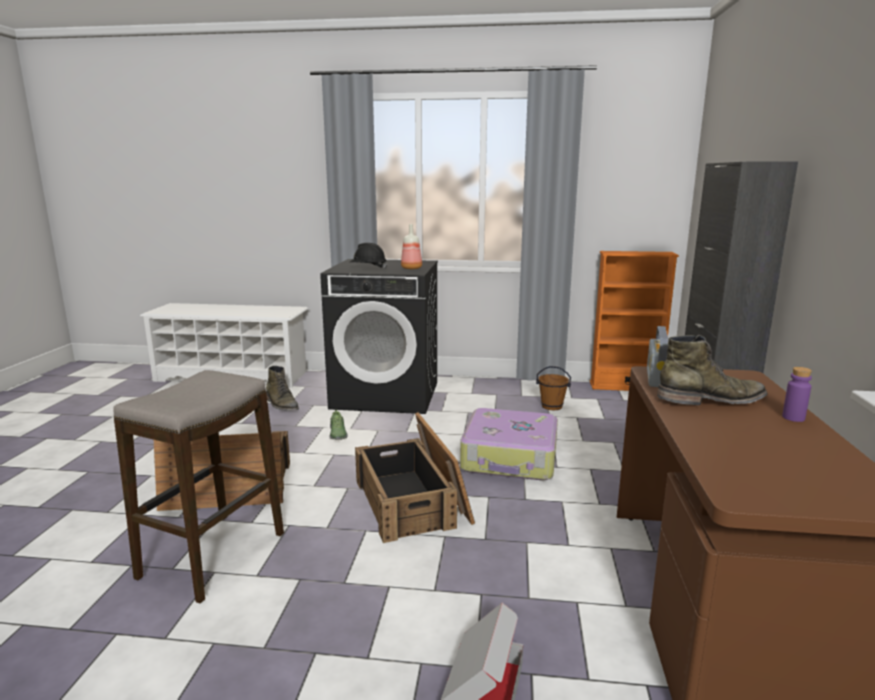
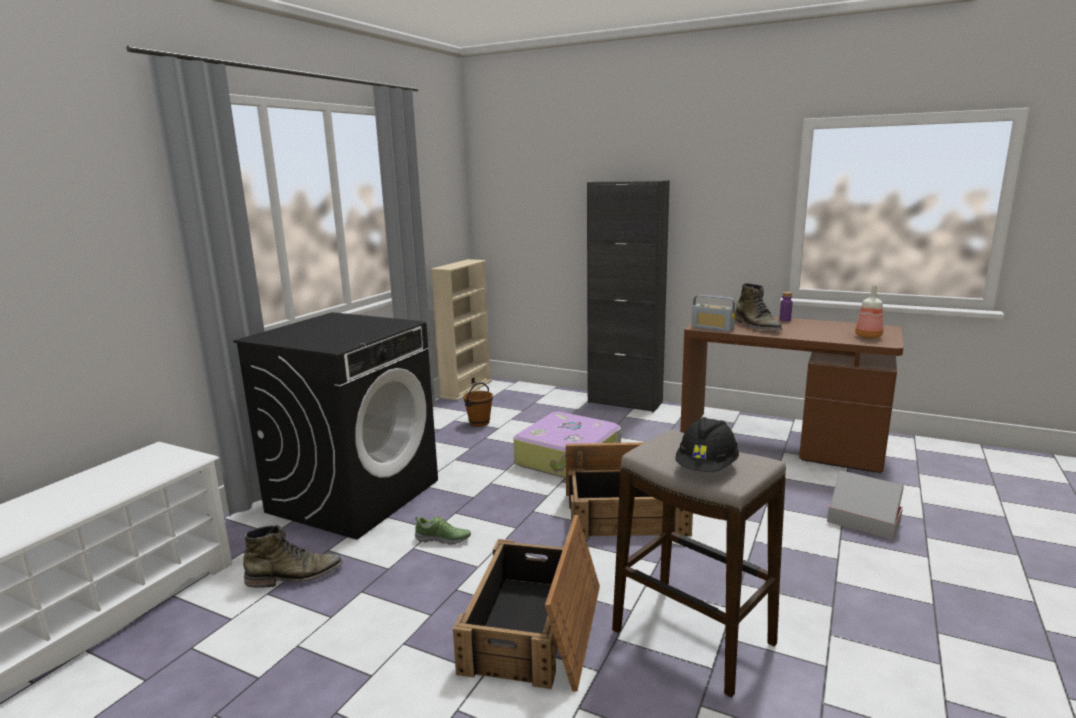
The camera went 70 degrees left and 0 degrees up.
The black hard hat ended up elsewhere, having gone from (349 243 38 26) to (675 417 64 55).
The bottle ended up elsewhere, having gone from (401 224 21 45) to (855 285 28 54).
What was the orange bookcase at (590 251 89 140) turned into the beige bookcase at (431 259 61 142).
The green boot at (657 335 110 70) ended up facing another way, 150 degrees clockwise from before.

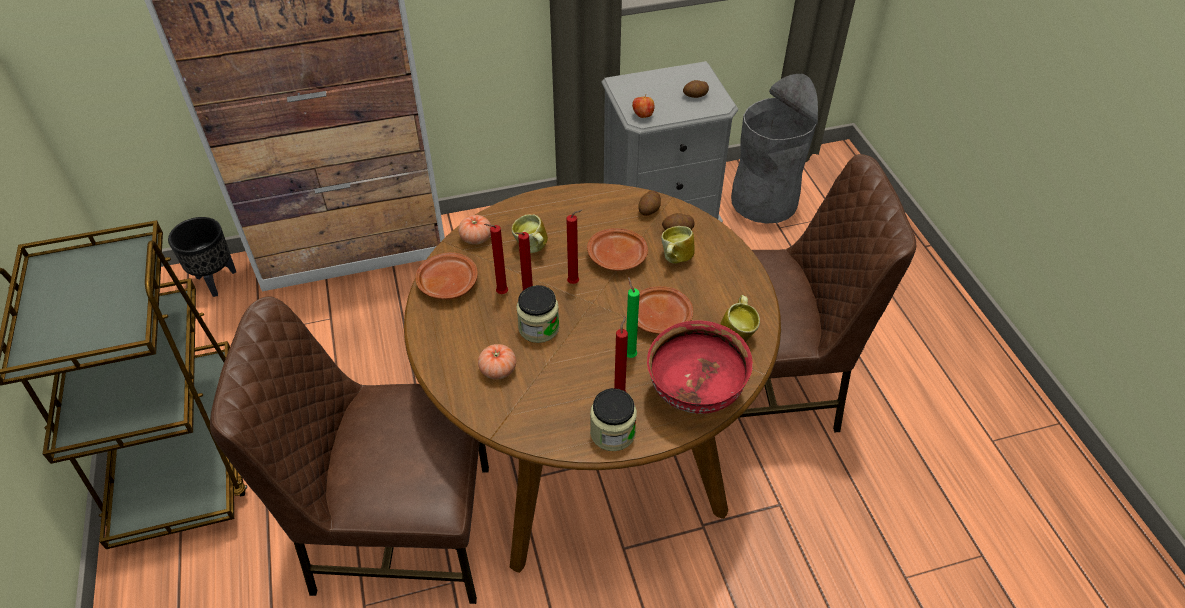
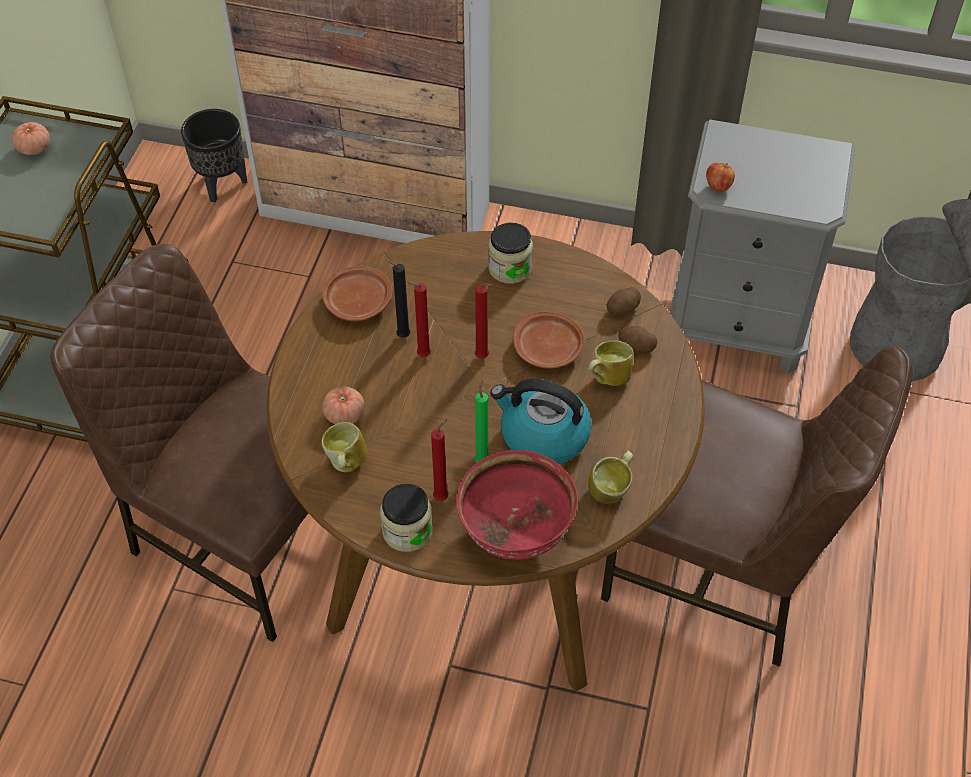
The camera went 30 degrees right and 5 degrees up.
The second view lost the potato at (683 80 26 18).
The tomato ended up elsewhere, having gone from (458 215 33 30) to (12 122 38 33).
The mug ended up elsewhere, having gone from (512 214 36 39) to (321 422 46 50).
The jar ended up elsewhere, having gone from (516 285 43 58) to (488 223 45 61).
Where the brown plate stood at (638 286 55 48), the kettle came to stand at (490 379 101 86).
What was the red candle at (484 224 24 70) turned into the black candle at (385 259 25 79).

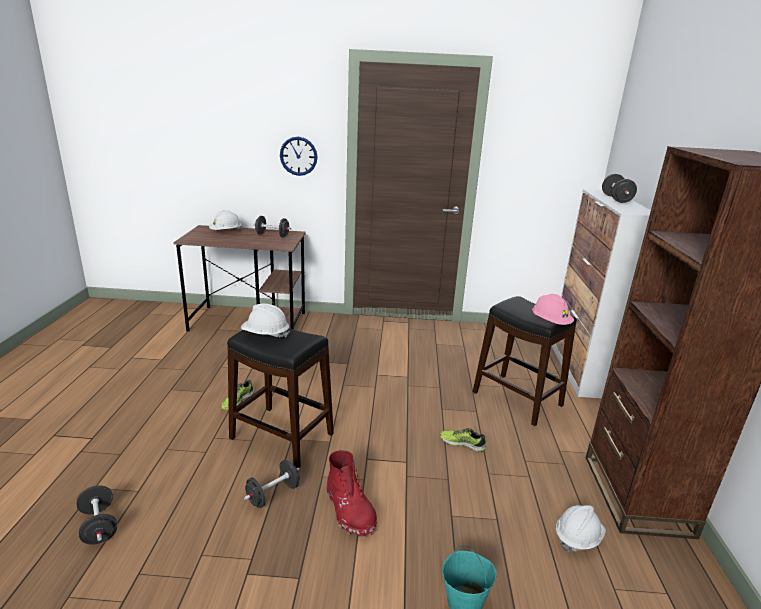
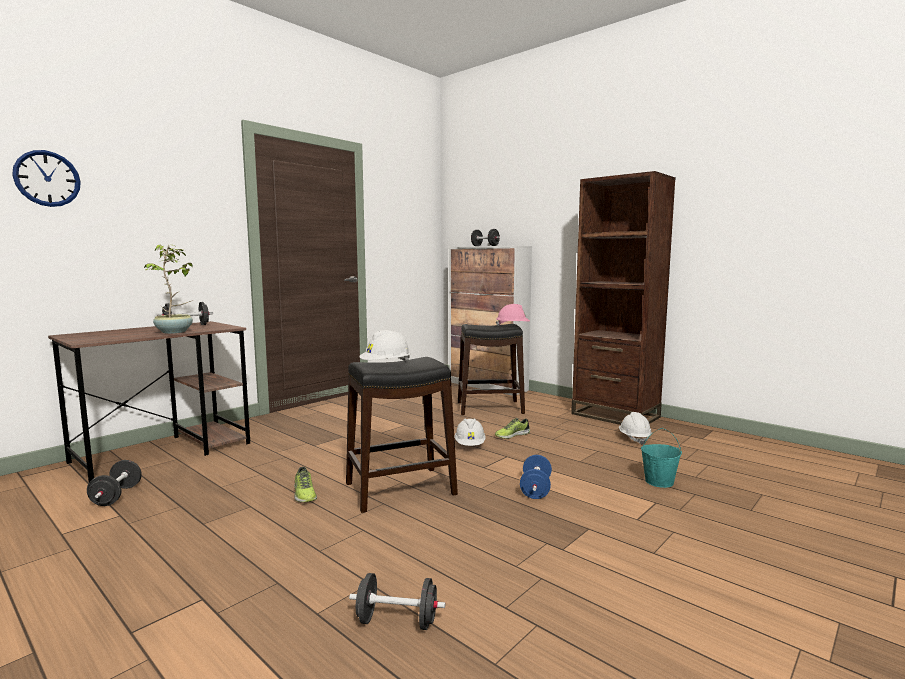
The camera went 50 degrees left and 15 degrees down.
The second view gained the potted plant at (143 245 50 89).
The white hard hat ended up elsewhere, having gone from (209 210 33 20) to (454 418 32 28).
The black dumbbell ended up elsewhere, having gone from (244 460 56 48) to (87 460 55 46).
The wall clock ended up elsewhere, having gone from (280 137 38 39) to (12 150 69 57).
Where the red boot stood at (327 450 50 87), the blue dumbbell came to stand at (520 455 32 44).

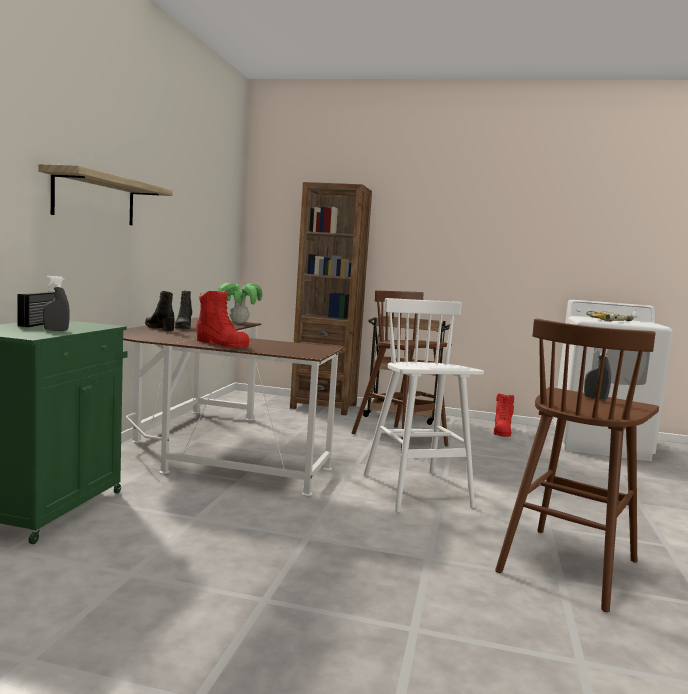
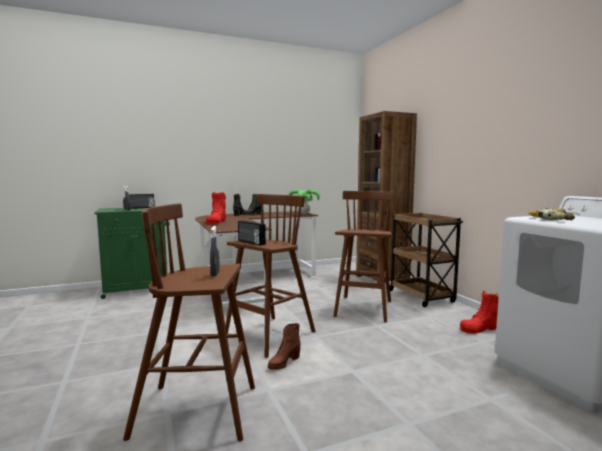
The camera went 55 degrees right and 0 degrees up.
The second view lost the shelf at (39 164 134 61).
The second view gained the radio at (238 221 28 25).
The second view gained the brown boot at (268 323 33 47).
What was the white stool at (363 298 121 214) turned into the brown stool at (225 194 91 164).

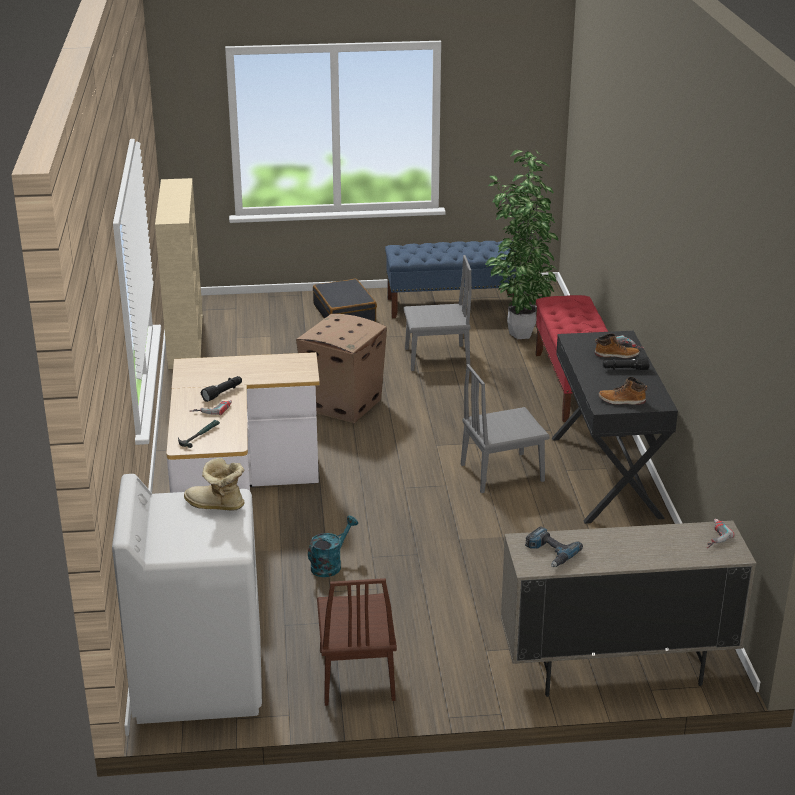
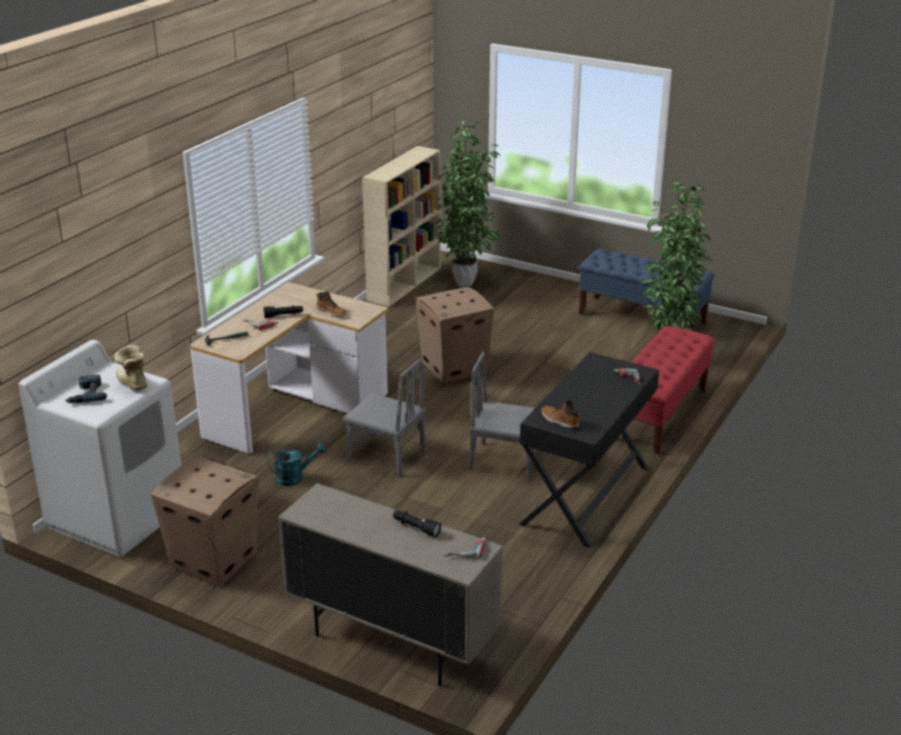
The camera went 35 degrees right and 0 degrees up.
The second view lost the black suitcase at (313 279 64 42).
The second view gained the potted plant at (436 119 65 168).
The grey chair ended up elsewhere, having gone from (404 255 68 116) to (343 358 83 118).
The power drill ended up elsewhere, having gone from (525 527 58 40) to (65 375 42 28).
The boot ended up elsewhere, having gone from (595 333 45 25) to (317 292 30 25).
The black flashlight ended up elsewhere, having gone from (603 357 46 13) to (393 510 48 27).
Where the brown chair stood at (317 578 80 128), the cardboard box came to stand at (151 456 107 131).

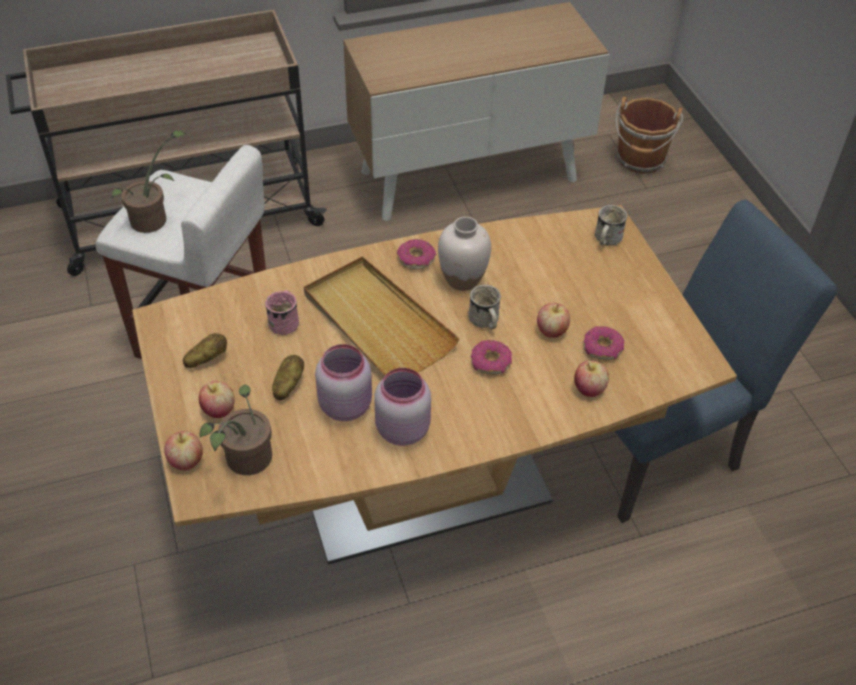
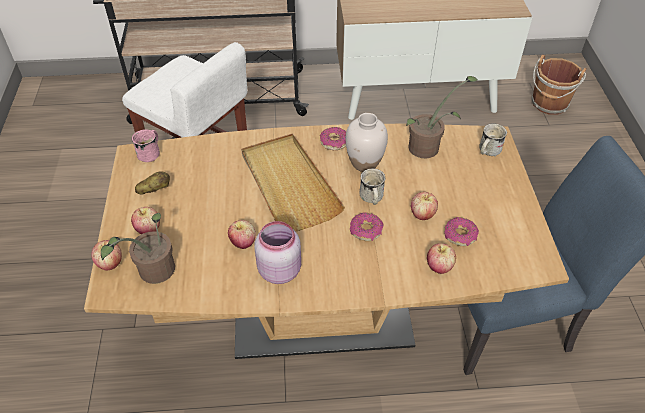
The camera went 15 degrees right and 0 degrees up.
The second view lost the potato at (272 355 32 45).
The potted plant ended up elsewhere, having gone from (112 131 74 102) to (406 76 72 82).
The pink mug ended up elsewhere, having gone from (265 290 34 45) to (132 129 28 33).
Where the pink jar stood at (315 344 57 77), the apple came to stand at (228 220 28 29).

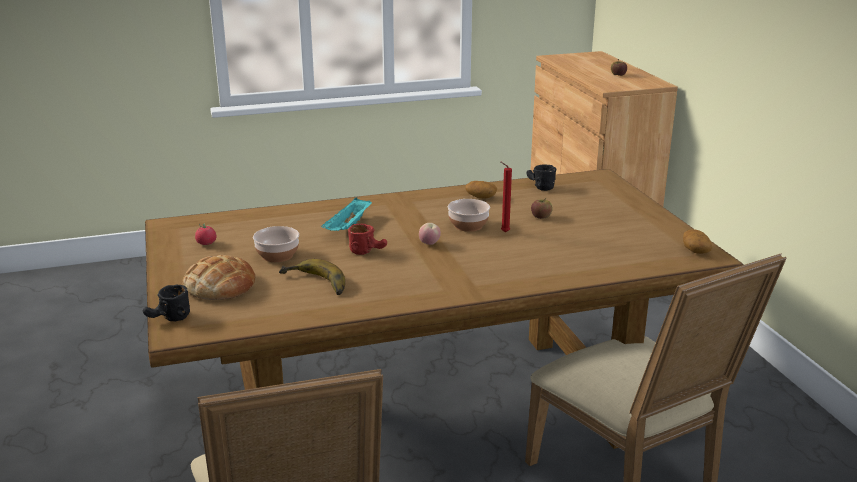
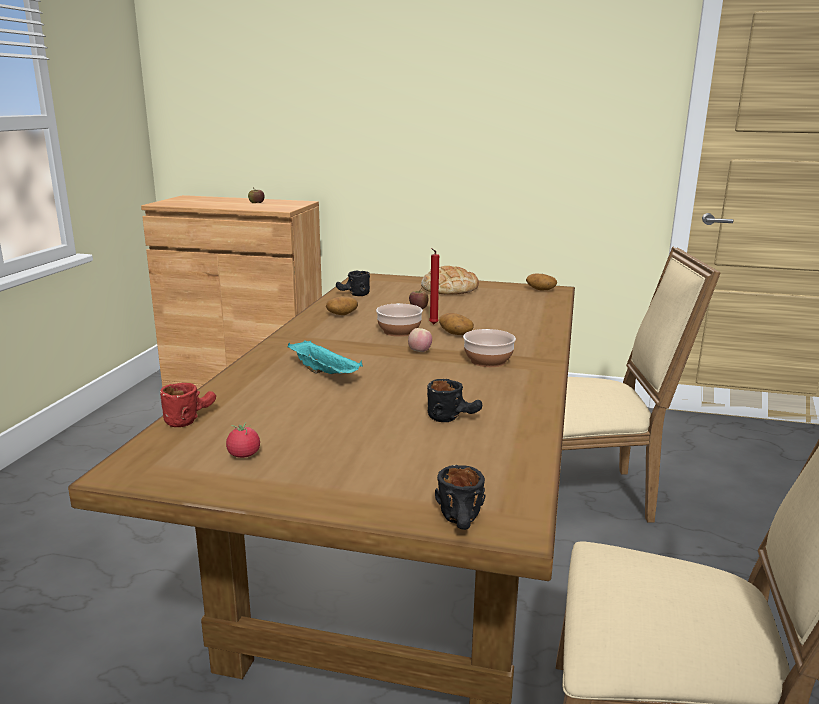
The camera went 60 degrees left and 5 degrees down.
The second view gained the potato at (439 313 35 22).
The bread ended up elsewhere, having gone from (183 255 72 45) to (421 266 58 29).
The bowl ended up elsewhere, having gone from (253 226 46 36) to (463 329 53 38).
The red mug ended up elsewhere, having gone from (348 224 39 31) to (160 383 56 44).
Where the banana stood at (279 259 66 36), the black mug came to stand at (427 379 55 43).

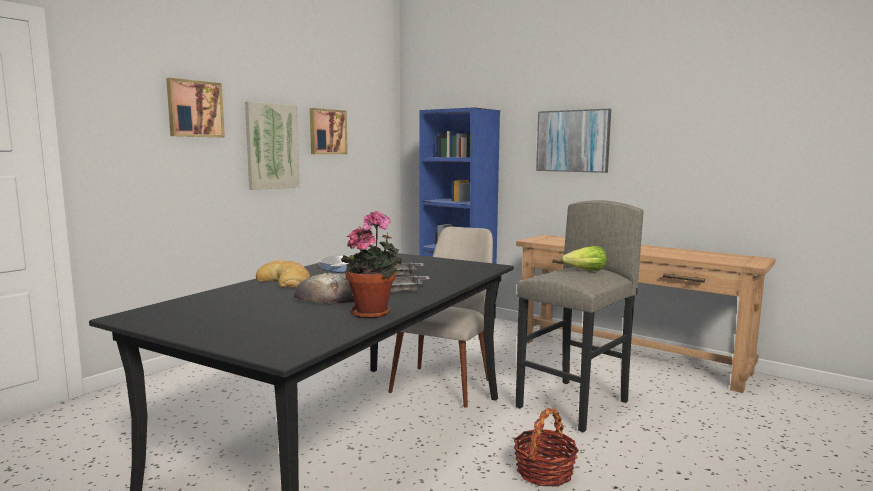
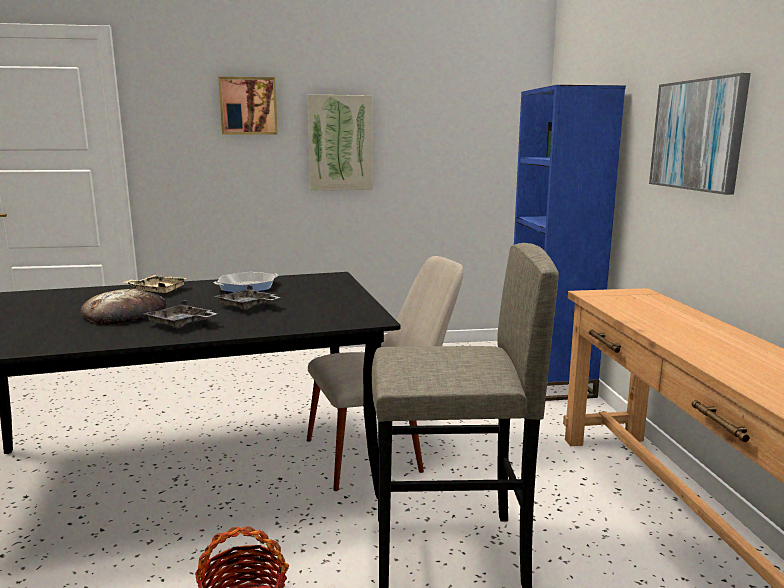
The camera went 45 degrees right and 5 degrees up.
The second view lost the picture at (310 108 38 46).
The second view lost the potted plant at (341 211 62 107).
The second view lost the lettuce at (561 246 46 25).
Where the bread stood at (256 260 54 28), the beige tray came to stand at (123 275 65 18).

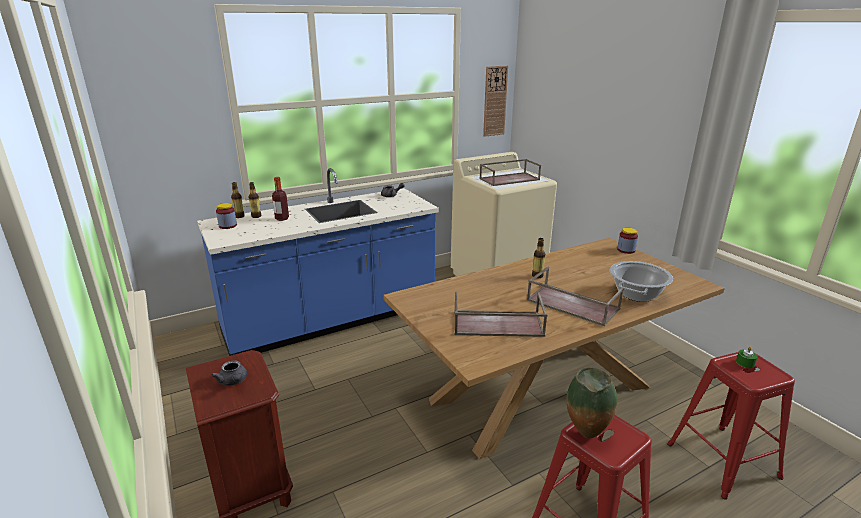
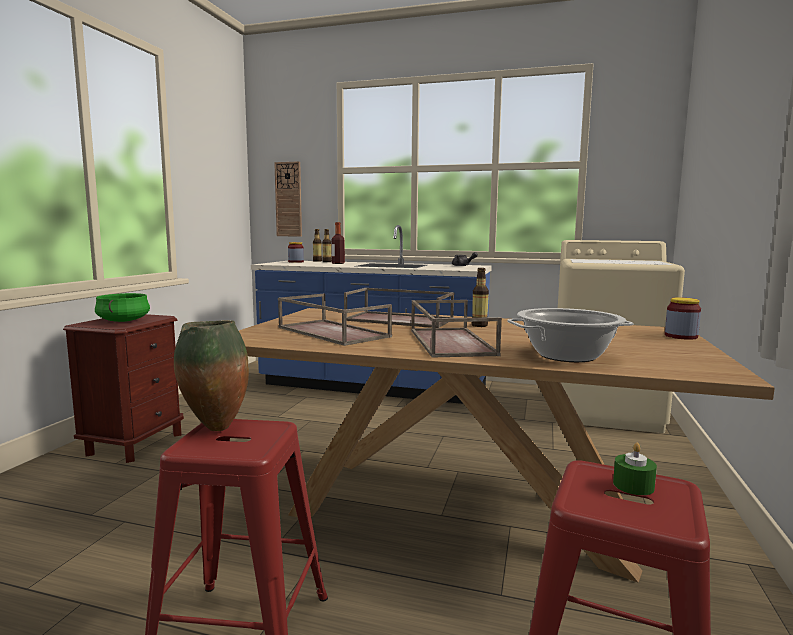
The camera went 45 degrees right and 15 degrees down.
The brown tray ended up elsewhere, having gone from (479 159 62 27) to (344 288 110 40).
The wall clock ended up elsewhere, having gone from (483 66 25 71) to (274 161 28 76).
Where the grey teapot stood at (211 360 36 26), the green cooking pot came to stand at (95 293 55 29).

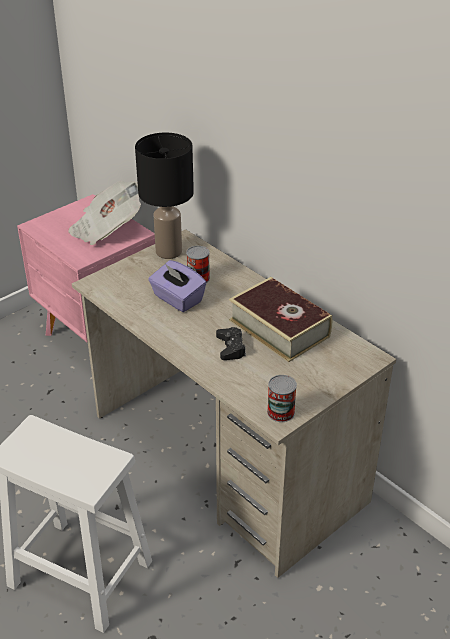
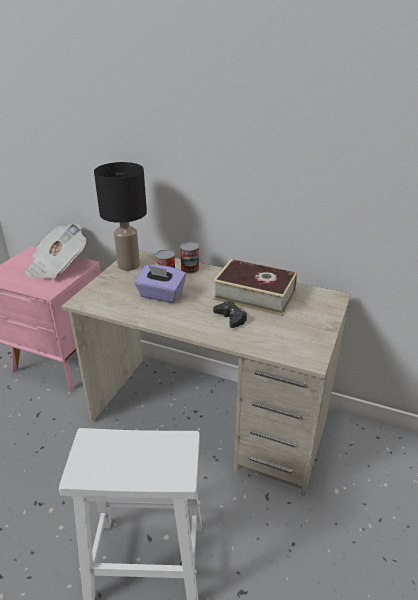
The camera went 25 degrees left and 5 degrees down.
The can ended up elsewhere, having gone from (267 375 30 47) to (180 242 19 32).

